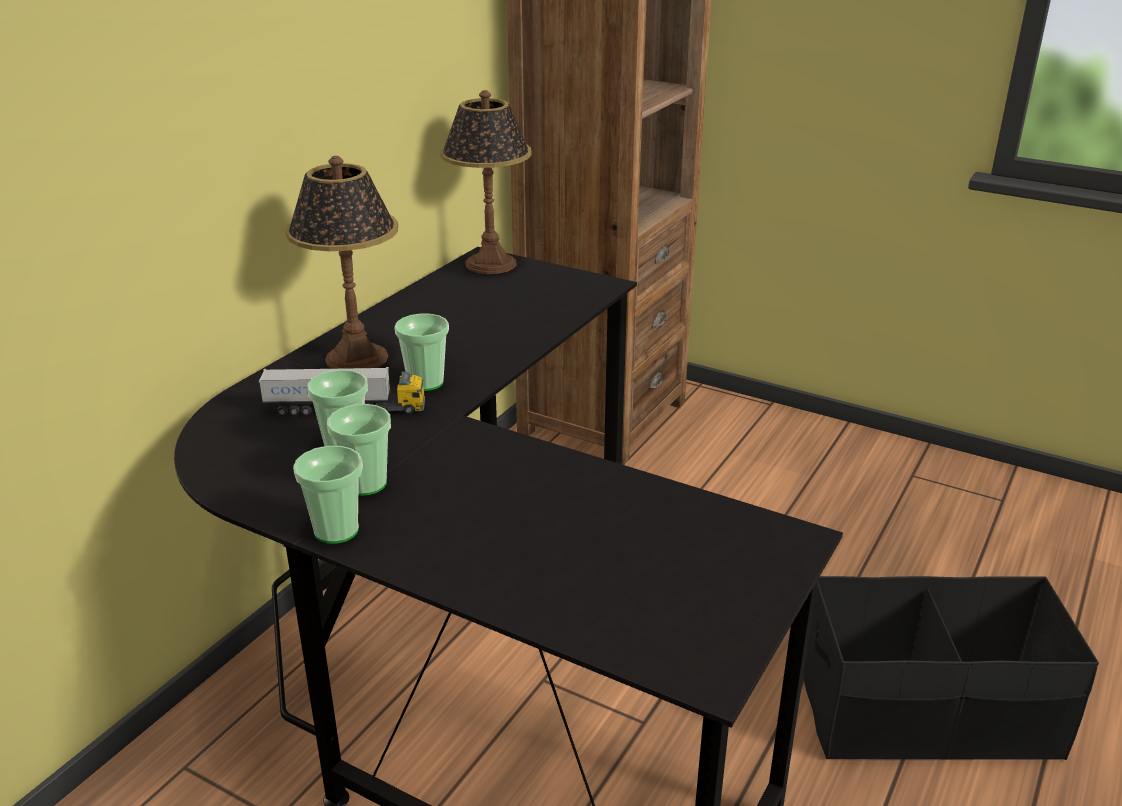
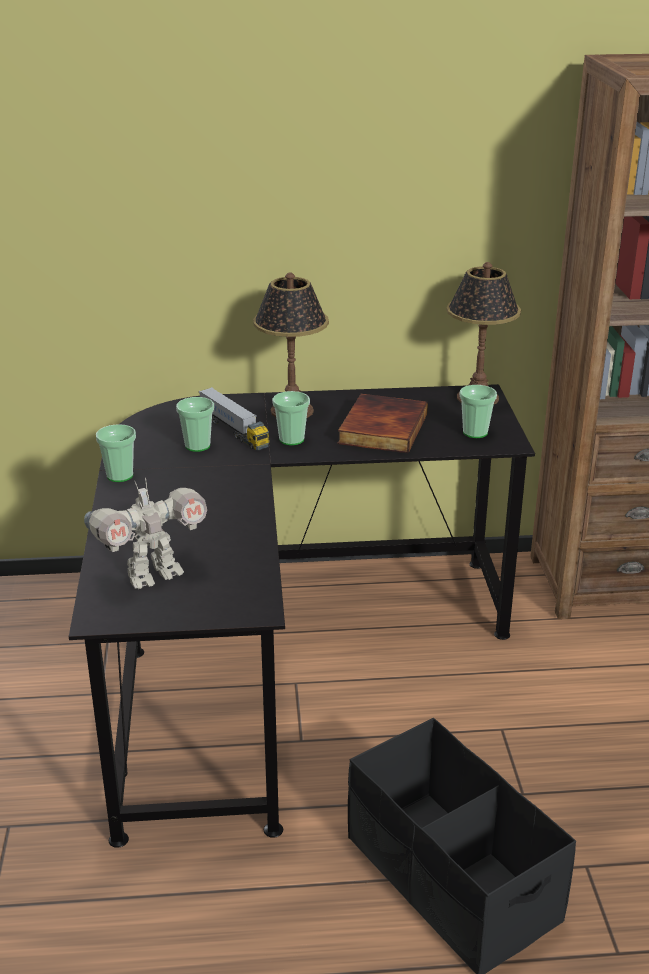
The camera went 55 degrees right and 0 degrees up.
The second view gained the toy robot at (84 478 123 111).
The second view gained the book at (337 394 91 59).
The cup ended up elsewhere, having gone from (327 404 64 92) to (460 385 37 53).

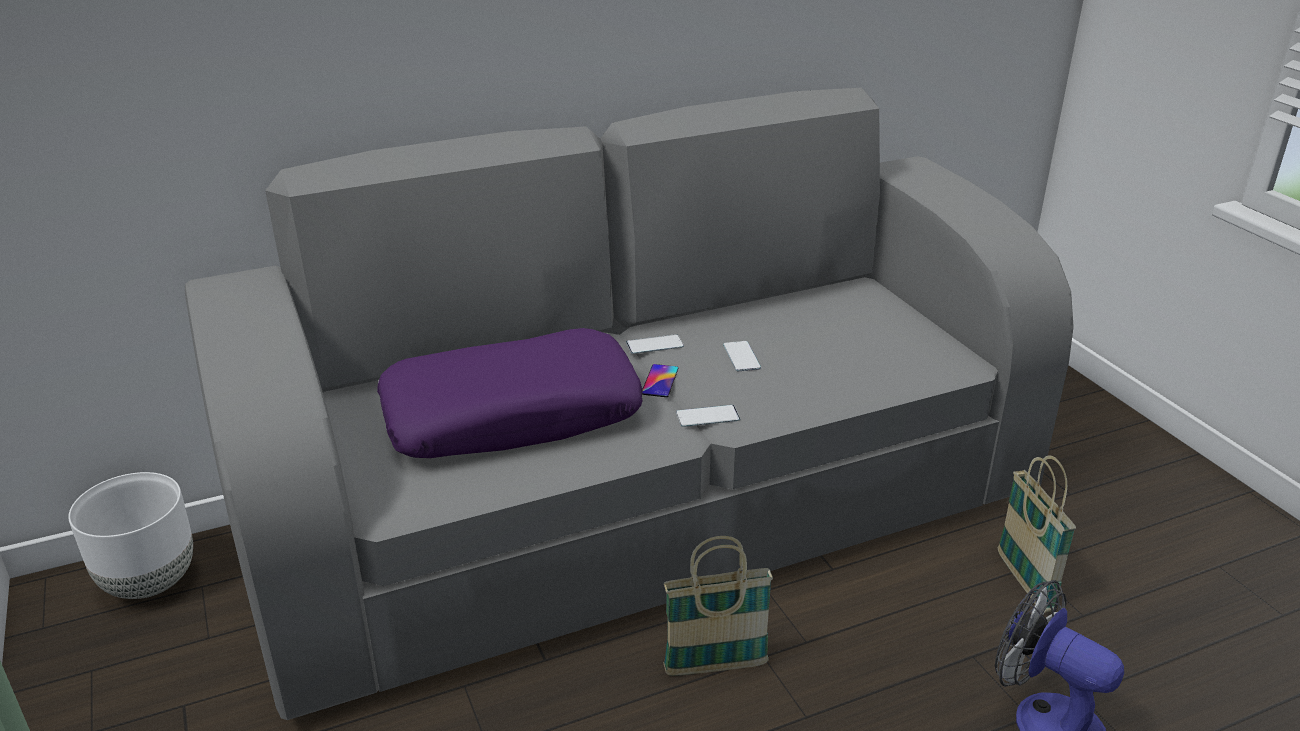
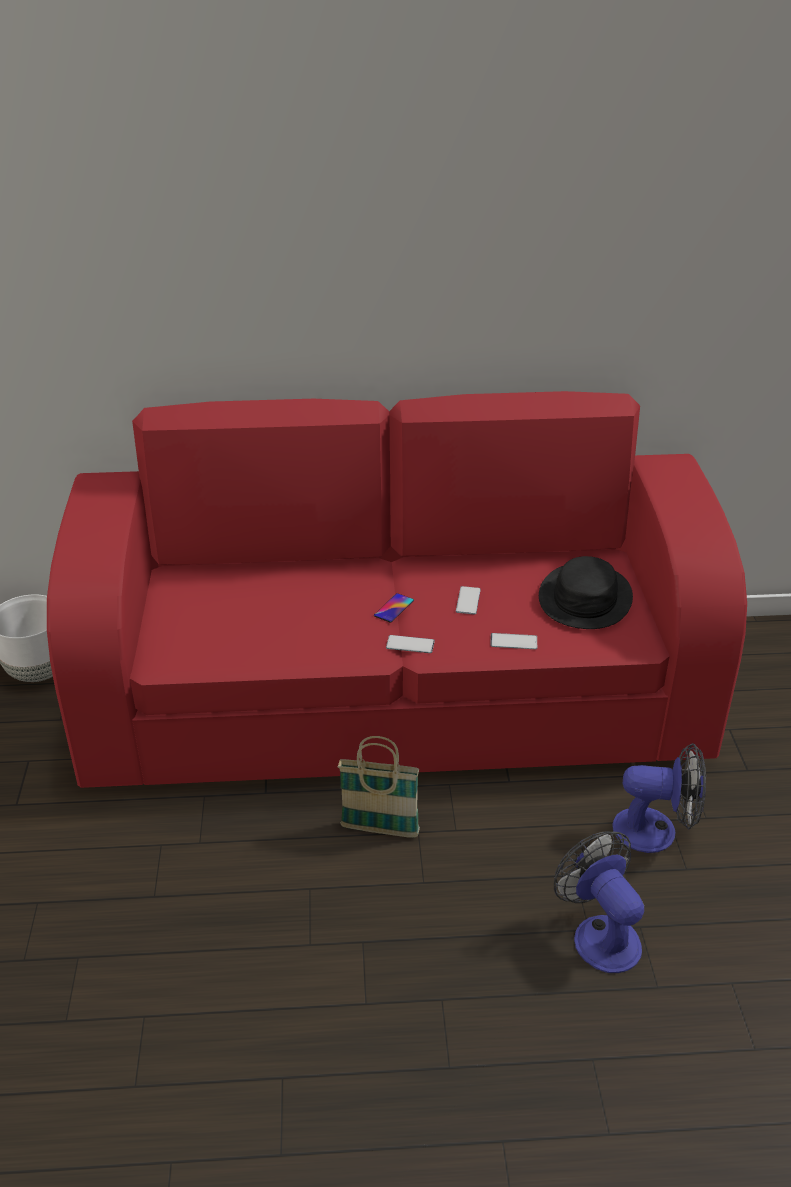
The camera went 20 degrees right and 5 degrees up.
The second view lost the purple pillow at (377 328 266 130).
The second view gained the black hat at (539 556 94 73).
The phone ended up elsewhere, having gone from (626 334 58 20) to (490 633 47 16).
Where the basket stood at (998 455 78 158), the fan came to stand at (612 743 94 110).
What was the grey sofa at (185 88 889 632) turned into the red sofa at (47 391 700 397).

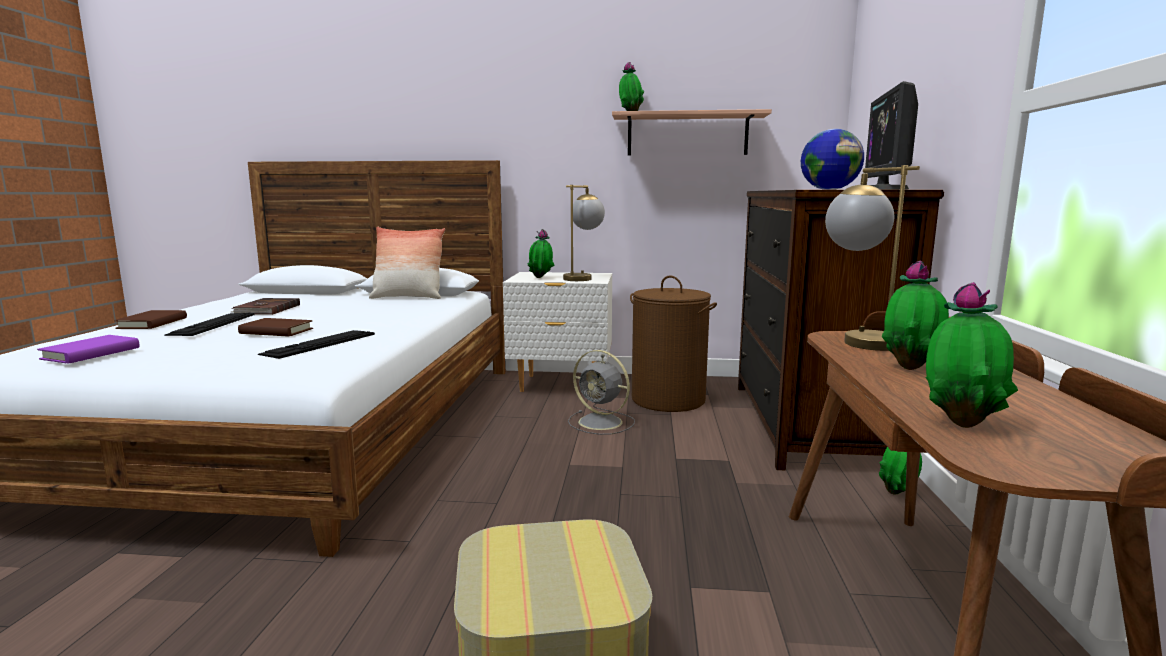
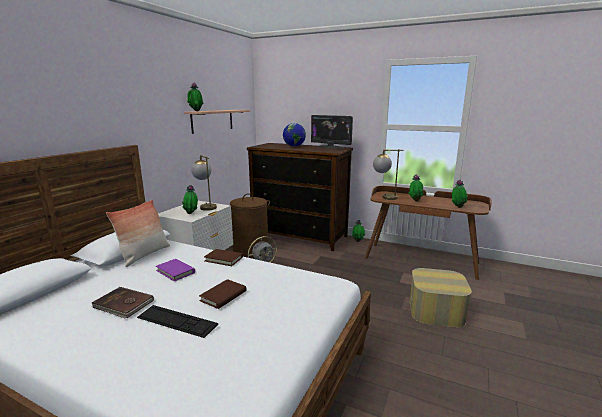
The camera went 70 degrees left and 5 degrees up.
The second view lost the keyboard at (258 330 117 29).
The purple book ended up elsewhere, having gone from (37 335 102 29) to (156 259 39 22).
The brown book ended up elsewhere, having gone from (114 310 73 19) to (204 249 39 17).

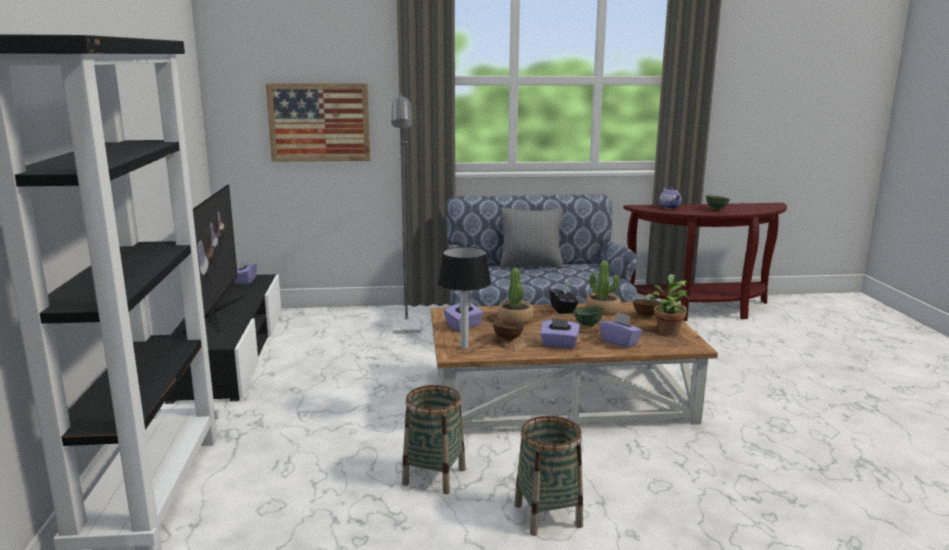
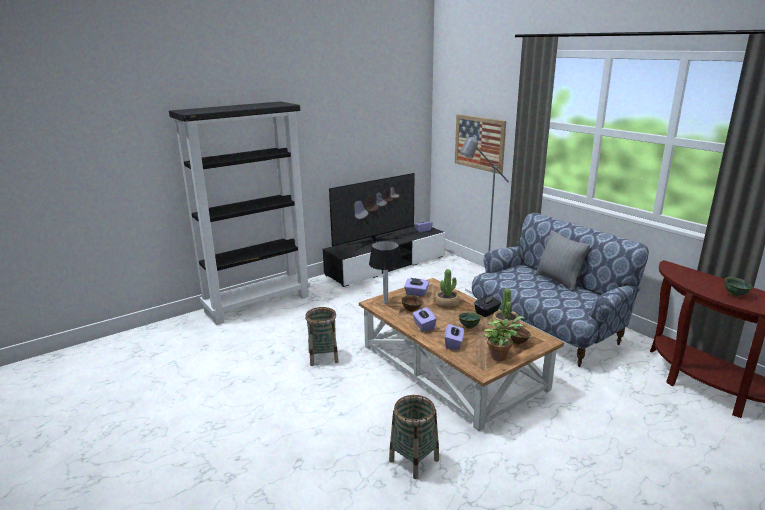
The camera went 60 degrees right and 5 degrees up.
The second view lost the teapot at (659 187 22 22).
The basket ended up elsewhere, having gone from (515 416 68 120) to (389 395 50 84).

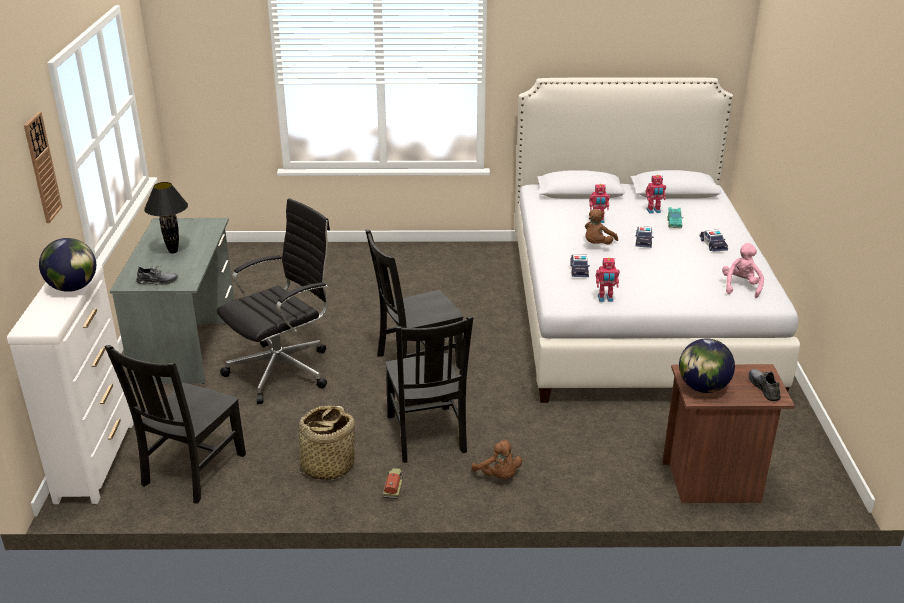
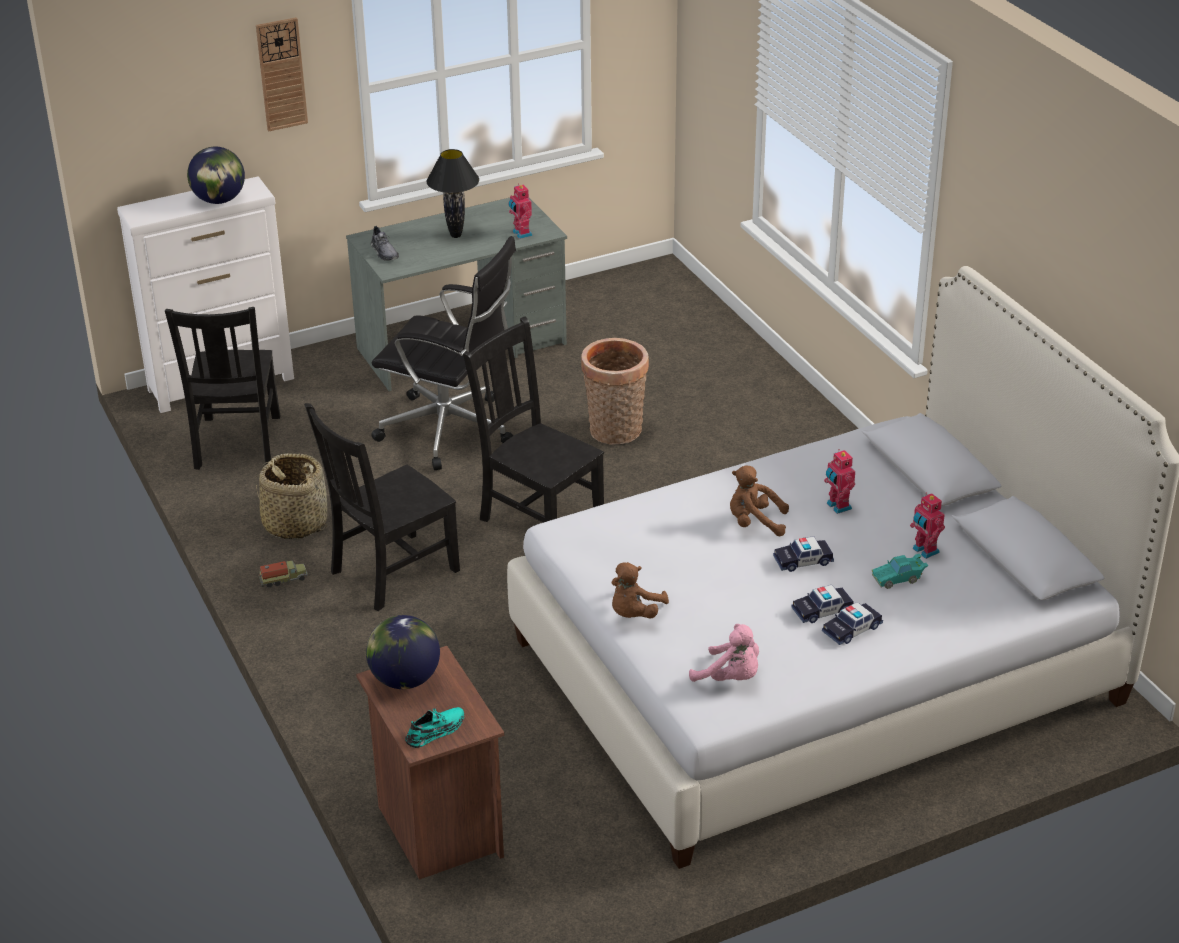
The camera went 65 degrees right and 5 degrees up.
The second view gained the basket at (581 338 68 107).
The brown plush toy ended up elsewhere, having gone from (472 439 50 40) to (612 562 57 56).
The toy car ended up elsewhere, having gone from (570 254 20 23) to (791 585 62 38).
The toy robot ended up elsewhere, having gone from (596 258 24 44) to (509 183 24 56).
What was the grey shoe at (749 369 32 32) turned into the turquoise shoe at (405 707 59 41).
The black chair at (105 345 141 159) ended up facing another way, 90 degrees counterclockwise from before.
The pink plush toy at (722 243 42 55) ended up facing another way, 45 degrees clockwise from before.

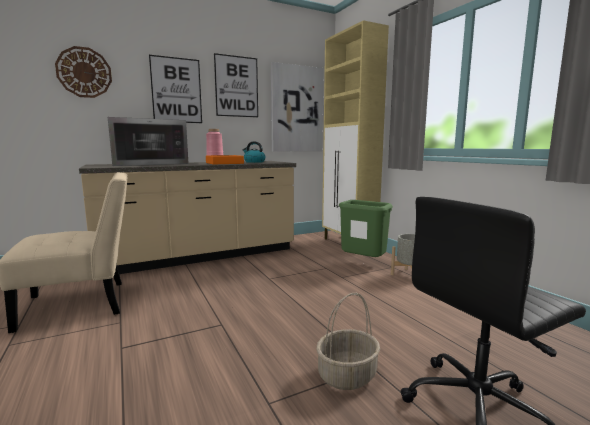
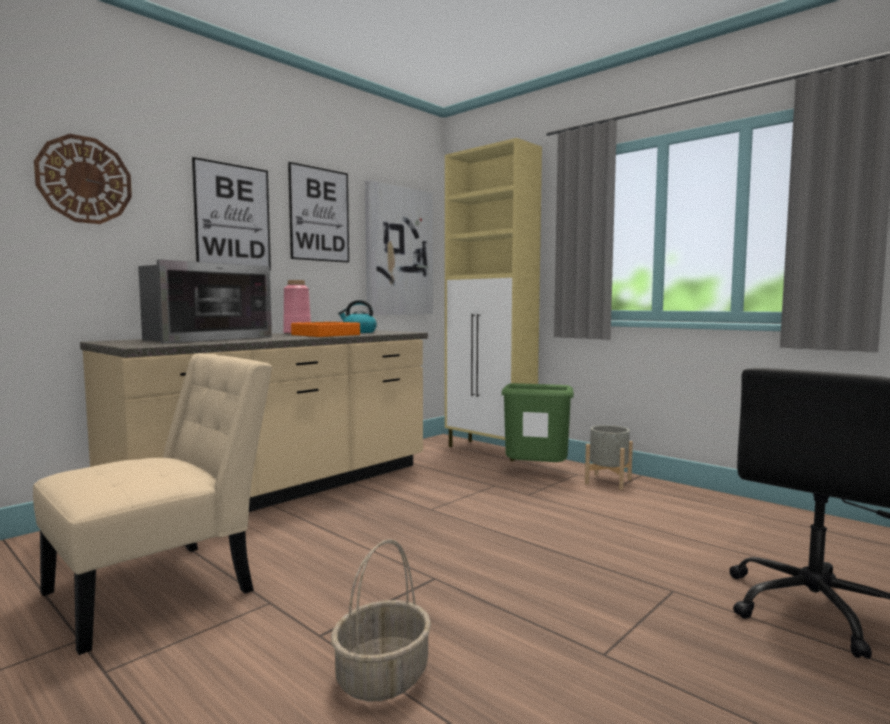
The camera went 20 degrees left and 5 degrees down.
The basket ended up elsewhere, having gone from (316 293 64 97) to (331 539 100 162).

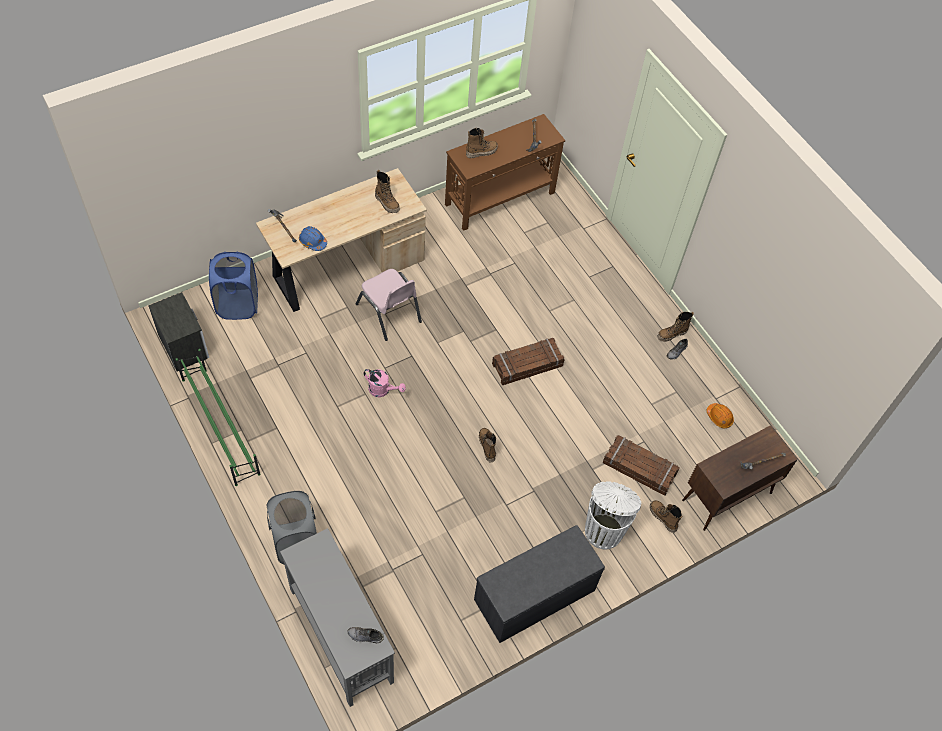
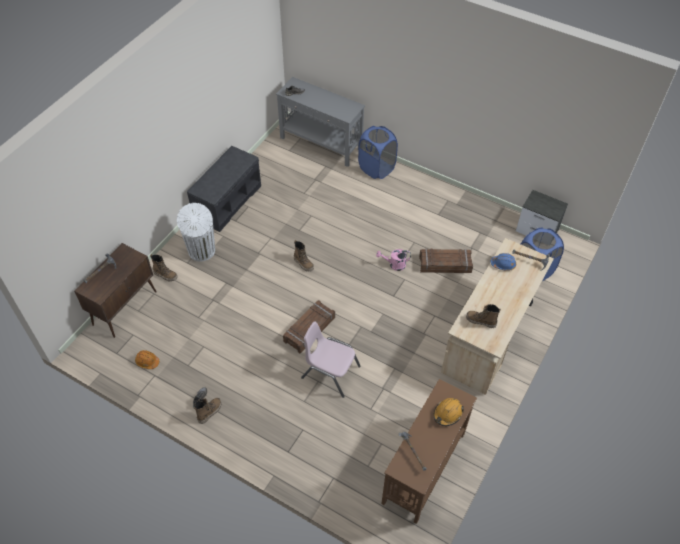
The camera went 155 degrees right and 5 degrees down.
The second view lost the green shoe rack at (176 349 85 137).
The pink chair ended up elsewhere, having gone from (356 269 66 72) to (301 321 60 77).
The crate ended up elsewhere, having gone from (603 435 76 61) to (419 249 54 24).
Where the boot stood at (466 128 32 30), the orange hard hat came to stand at (433 398 31 28).
What was the grey laundry basket at (266 491 51 74) turned into the blue laundry basket at (358 126 40 53).

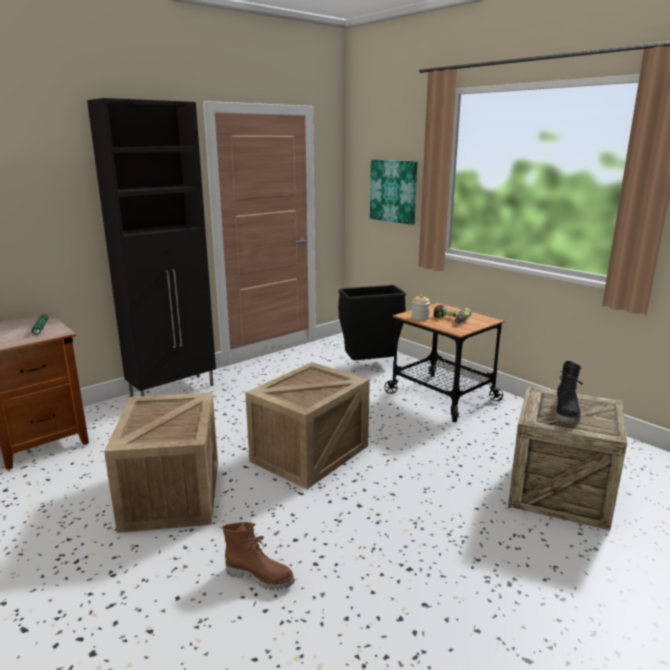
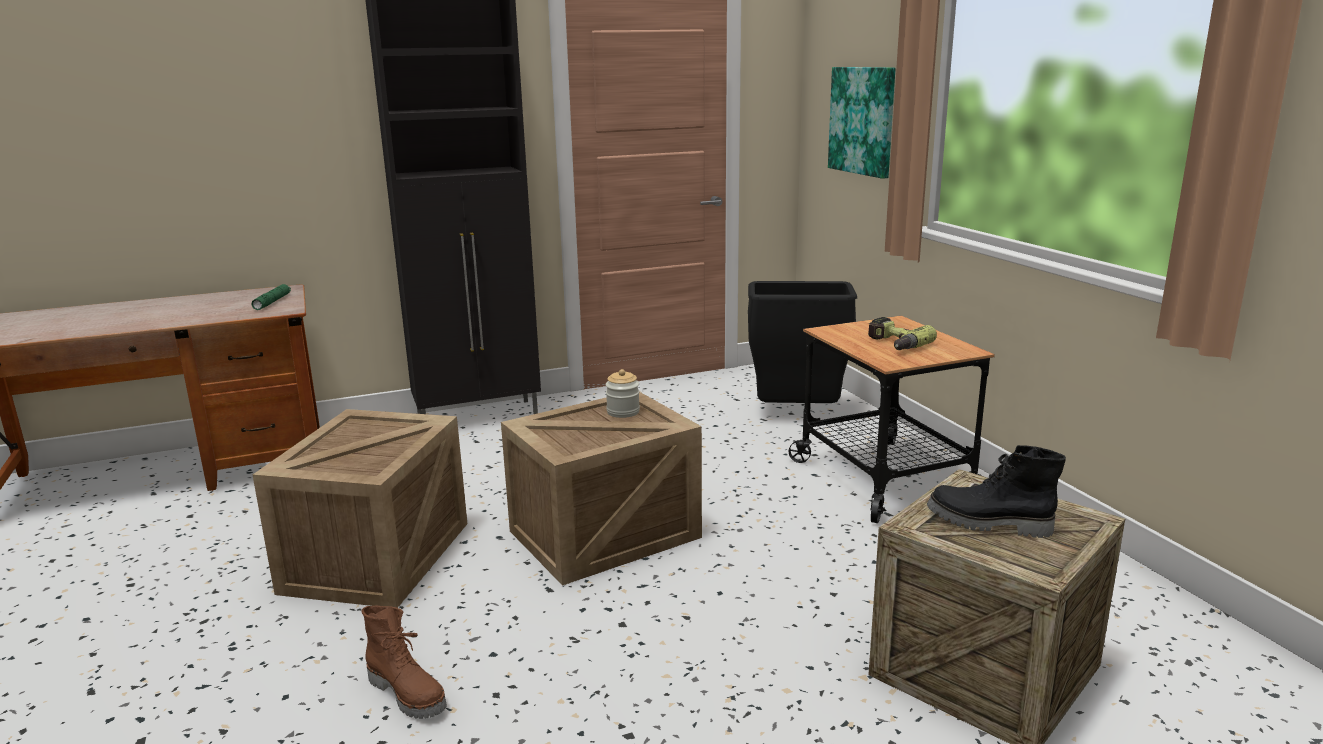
The camera went 20 degrees right and 0 degrees up.
The jar ended up elsewhere, having gone from (411 295 19 25) to (606 369 34 49).
The black boot at (555 361 28 62) ended up facing another way, 75 degrees clockwise from before.

